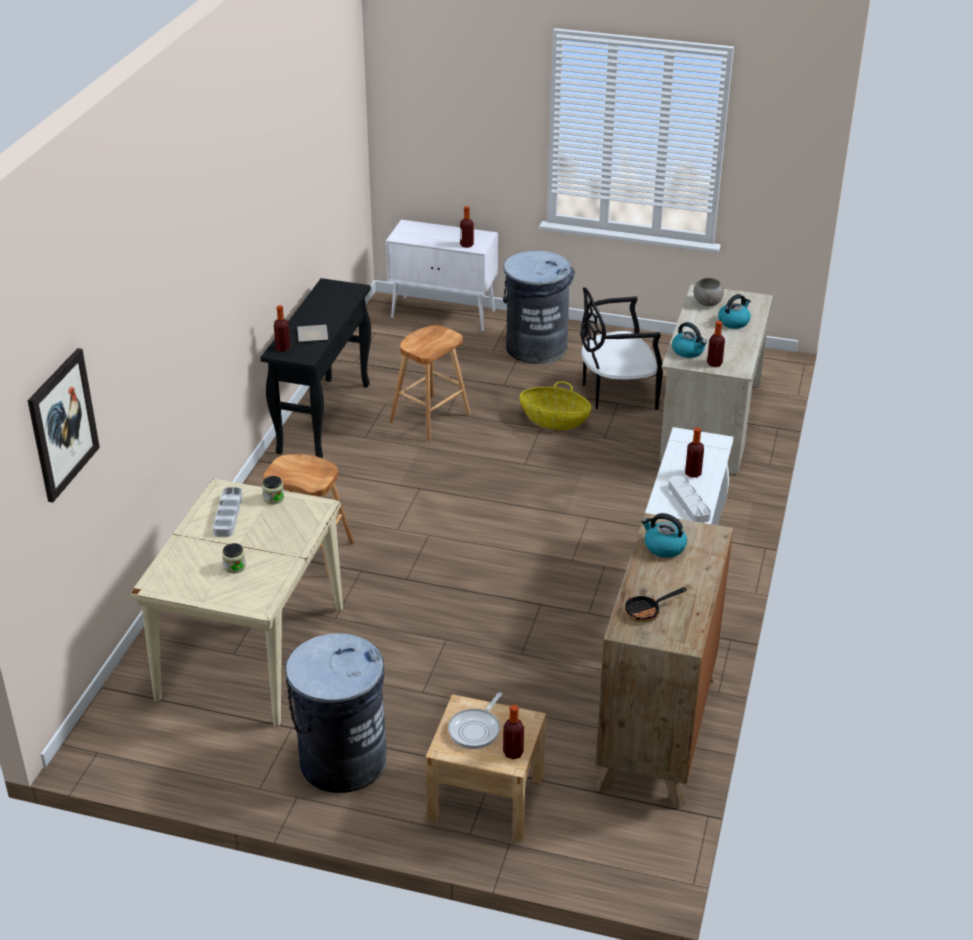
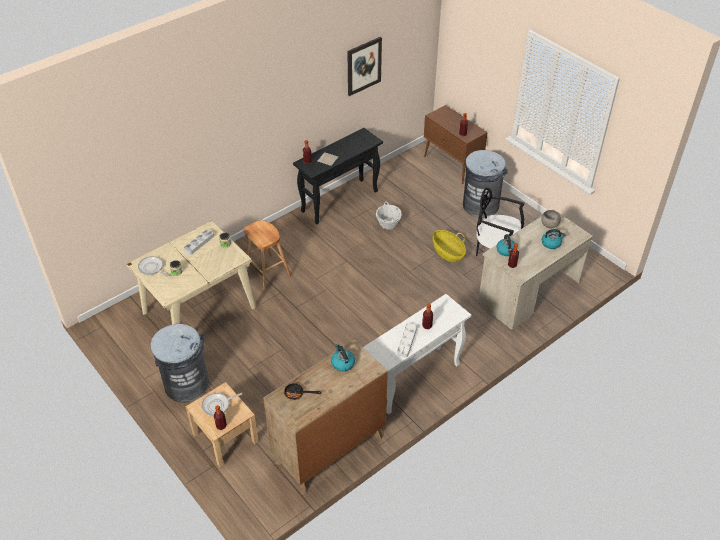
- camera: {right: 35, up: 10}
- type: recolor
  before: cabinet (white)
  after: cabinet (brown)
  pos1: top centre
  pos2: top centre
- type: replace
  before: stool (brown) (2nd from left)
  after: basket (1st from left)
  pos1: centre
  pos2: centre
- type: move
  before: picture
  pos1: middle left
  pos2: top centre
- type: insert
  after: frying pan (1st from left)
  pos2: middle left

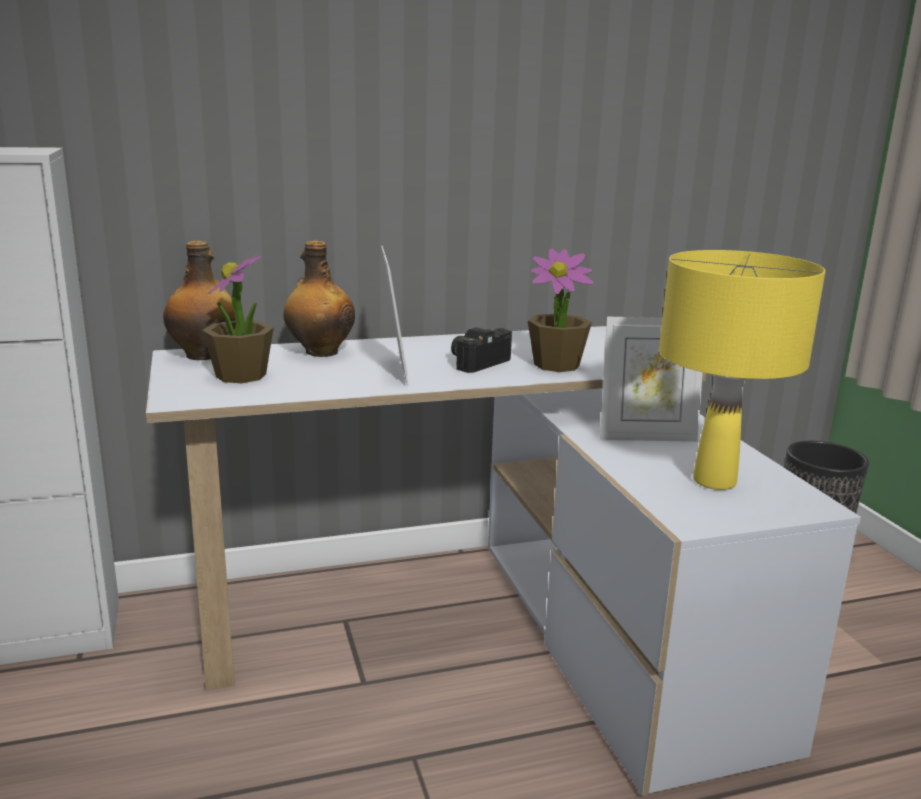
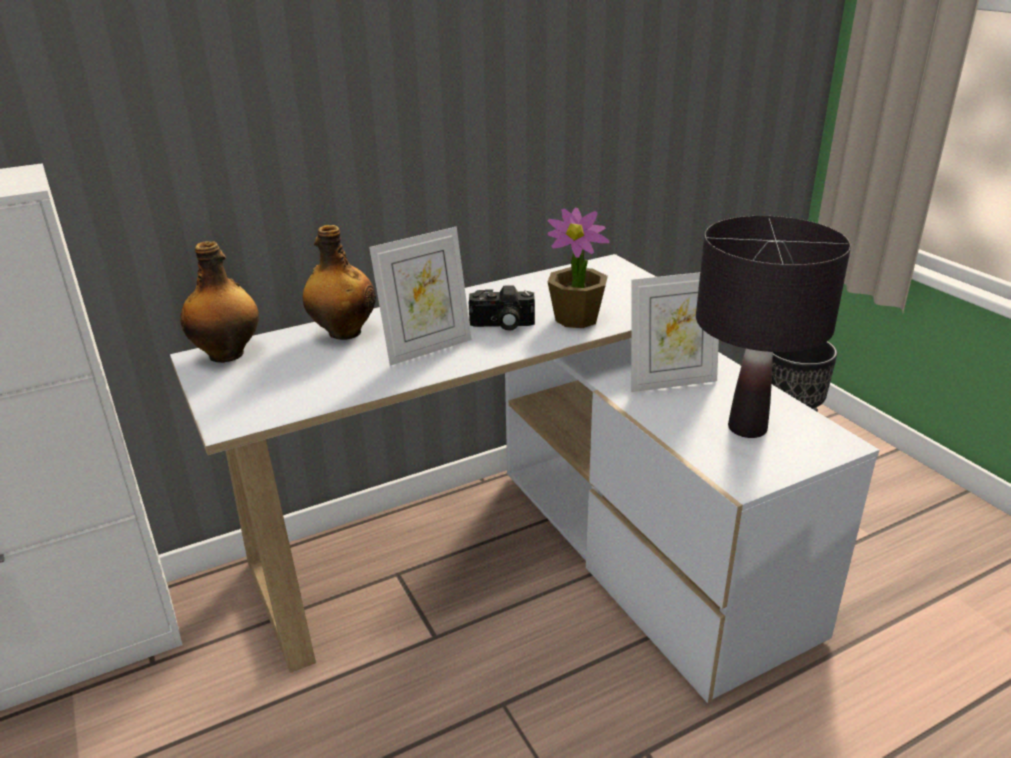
- camera: {right: -10, up: 10}
- type: rotate
  before: picture frame (1st from left)
  pos1: centre
  pos2: centre
  turn: 75
- type: recolor
  before: table lamp (yellow)
  after: table lamp (black)
  pos1: middle right
  pos2: middle right
- type: delete
  before: potted plant (1st from left)
  pos1: middle left
- type: rotate
  before: photo camera
  pos1: centre
  pos2: centre
  turn: -120

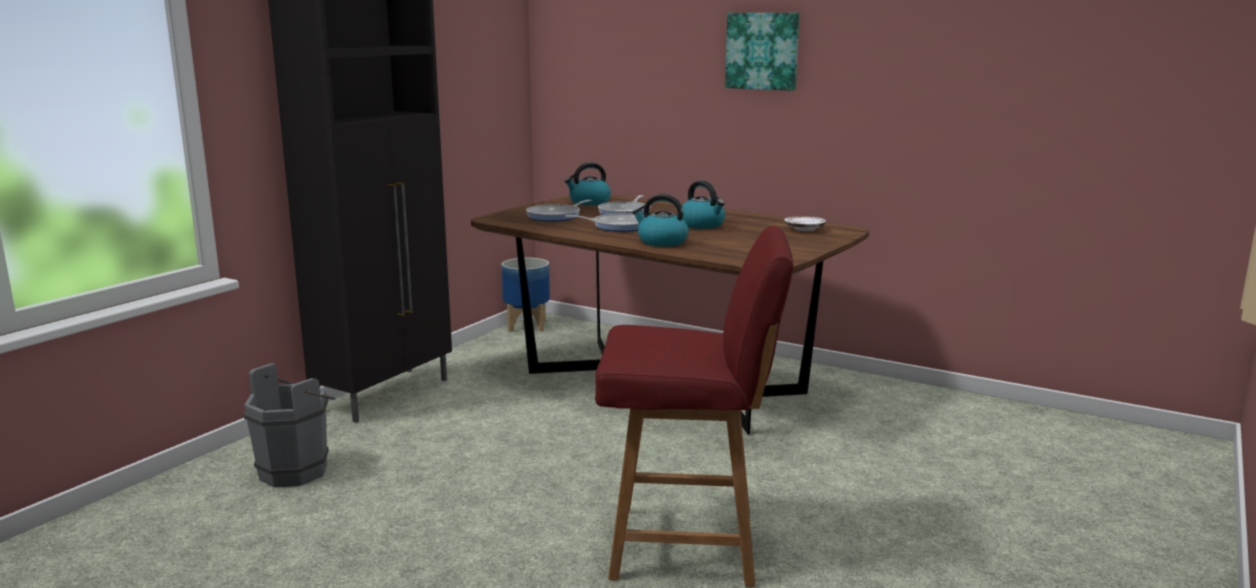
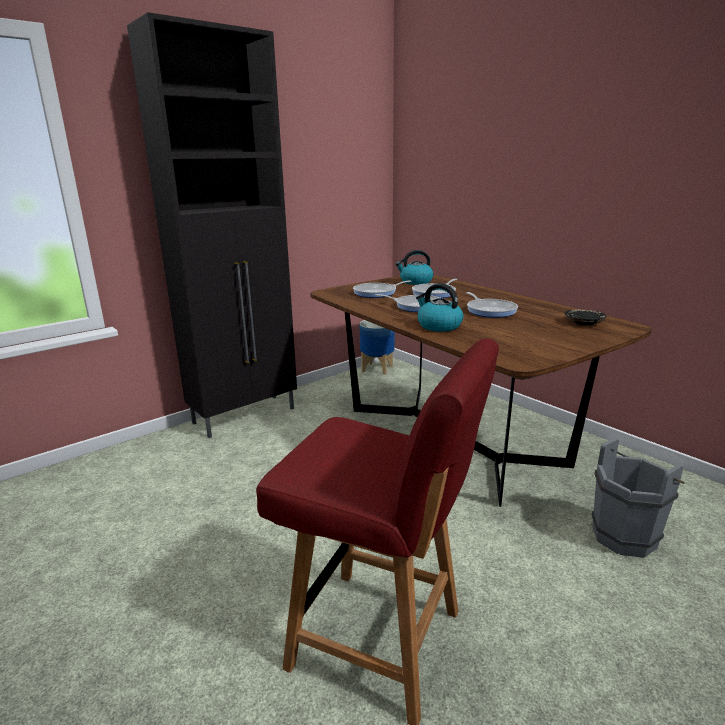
- camera: {right: 20, up: 5}
- type: delete
  before: picture
  pos1: top centre
- type: replace
  before: kettle (3rd from left)
  after: frying pan (4th from left)
  pos1: centre
  pos2: middle right
- type: recolor
  before: plate (white)
  after: plate (black)
  pos1: centre
  pos2: middle right
- type: move
  before: bucket (grey)
  pos1: bottom left
  pos2: bottom right

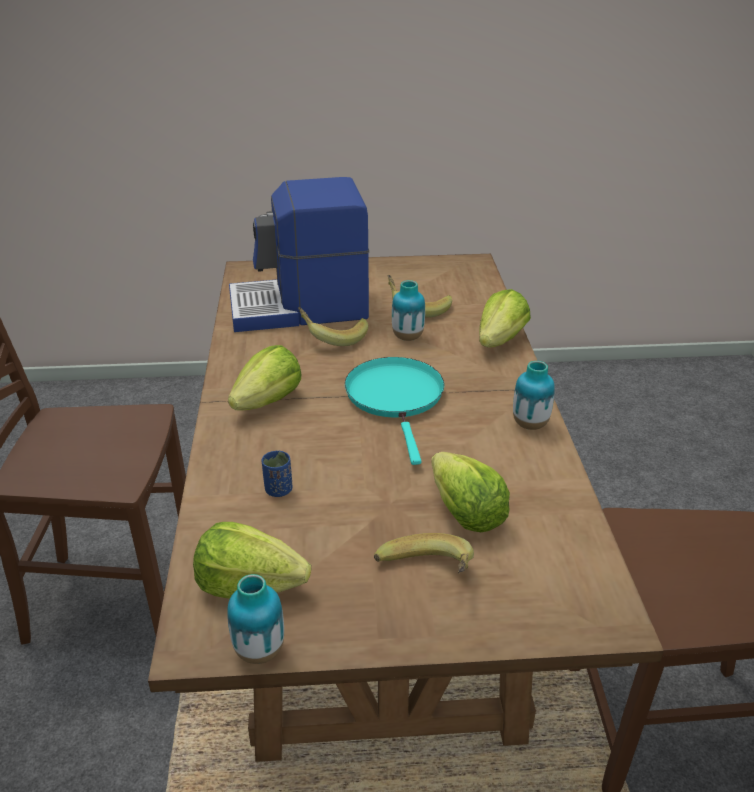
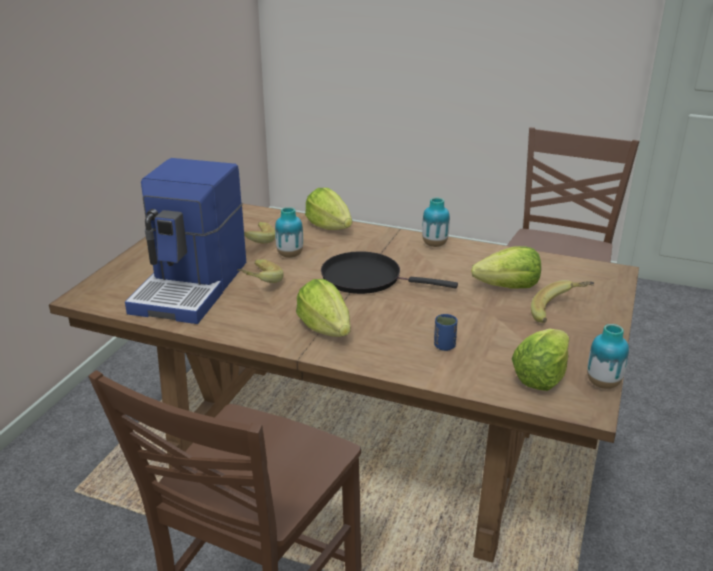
- camera: {right: -65, up: -5}
- type: recolor
  before: frying pan (turquoise)
  after: frying pan (black)
  pos1: centre
  pos2: centre

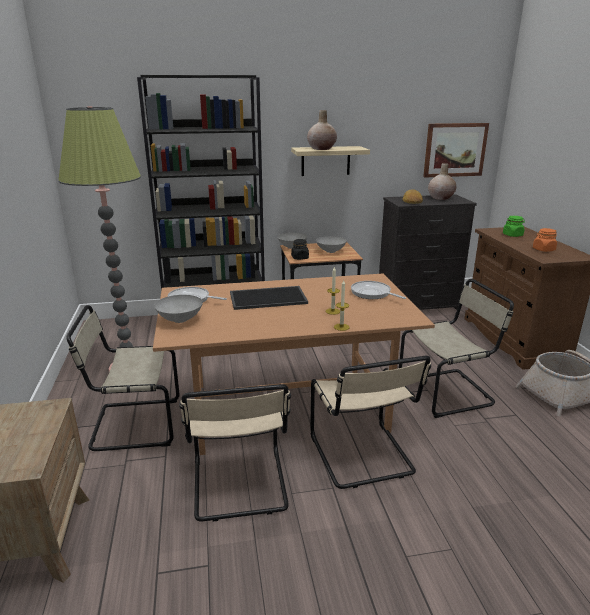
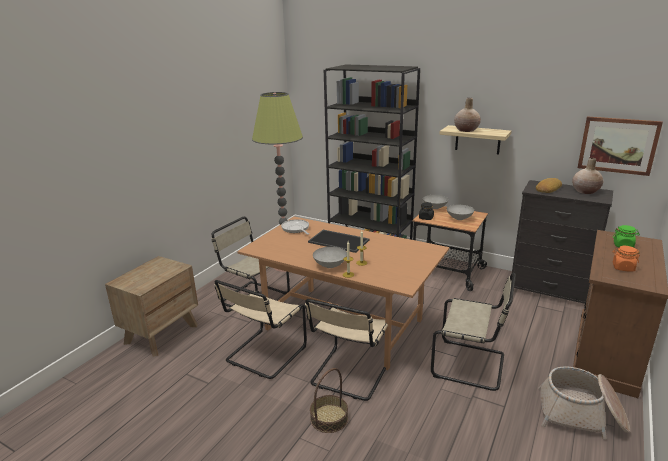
- camera: {right: 40, up: 0}
- type: delete
  before: frying pan (2nd from left)
  pos1: centre
- type: move
  before: bowl (grey) (1st from left)
  pos1: middle left
  pos2: centre
- type: insert
  after: basket (1st from left)
  pos2: bottom centre

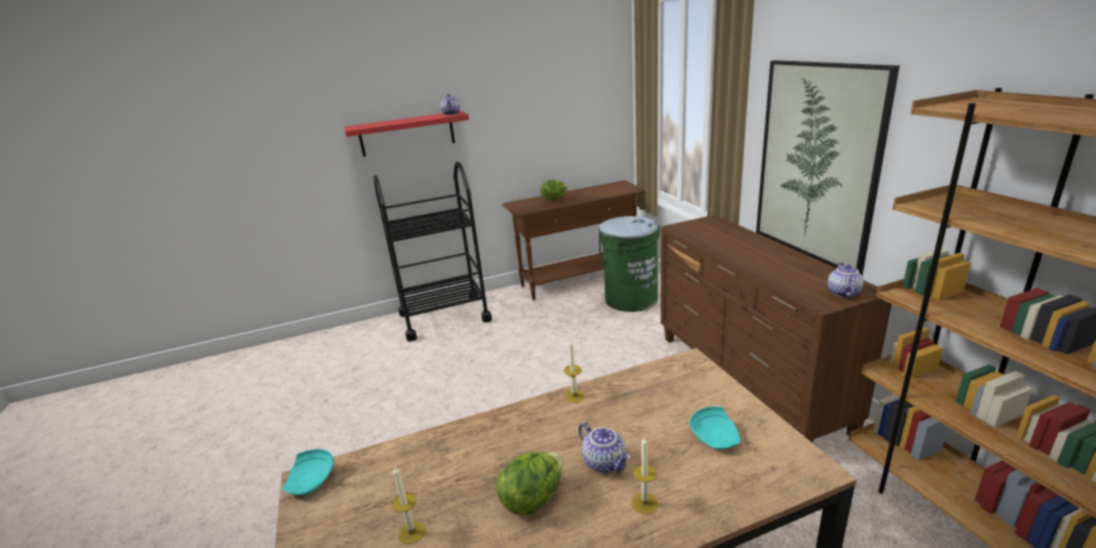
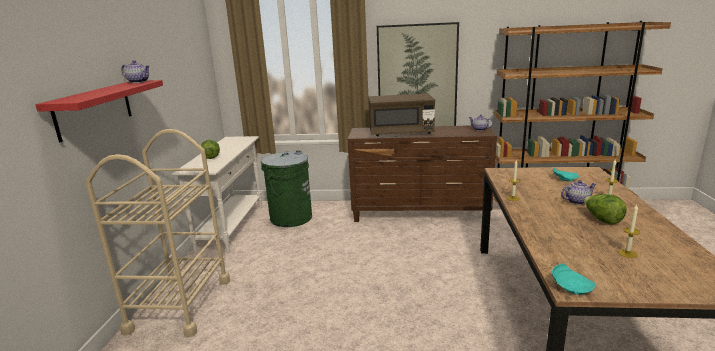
- camera: {right: -65, up: -5}
- type: recolor
  before: cart (black)
  after: cart (beige)
  pos1: centre
  pos2: middle left
- type: recolor
  before: console table (brown)
  after: console table (white)
  pos1: centre
  pos2: middle left
- type: insert
  after: microwave (brown)
  pos2: top centre

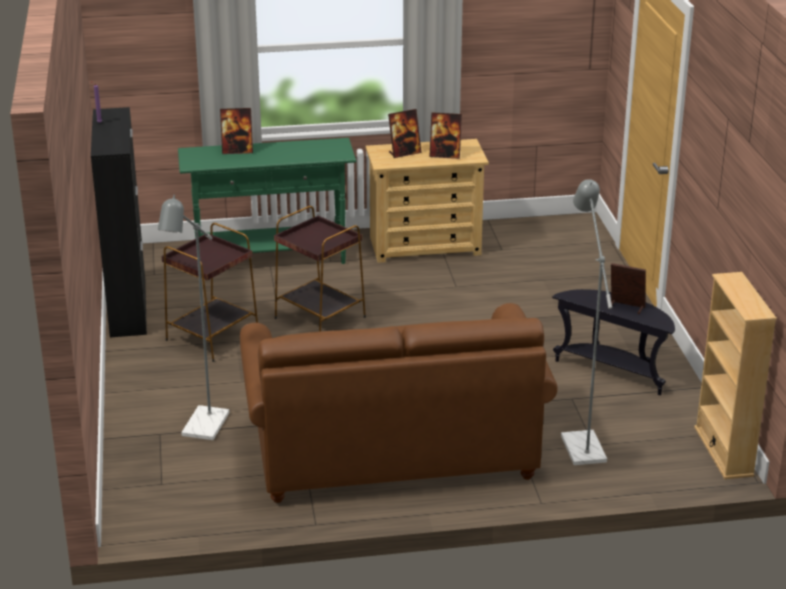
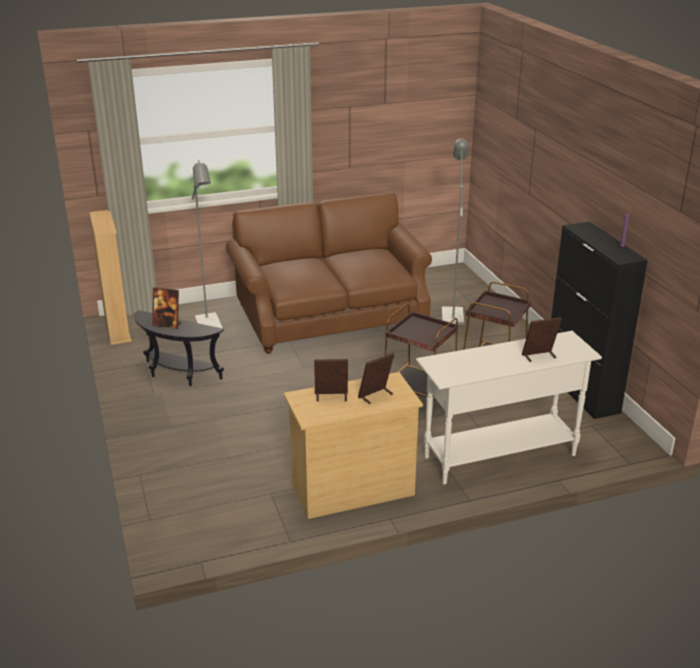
- camera: {right: 170, up: 0}
- type: recolor
  before: console table (green)
  after: console table (white)
  pos1: centre
  pos2: middle right

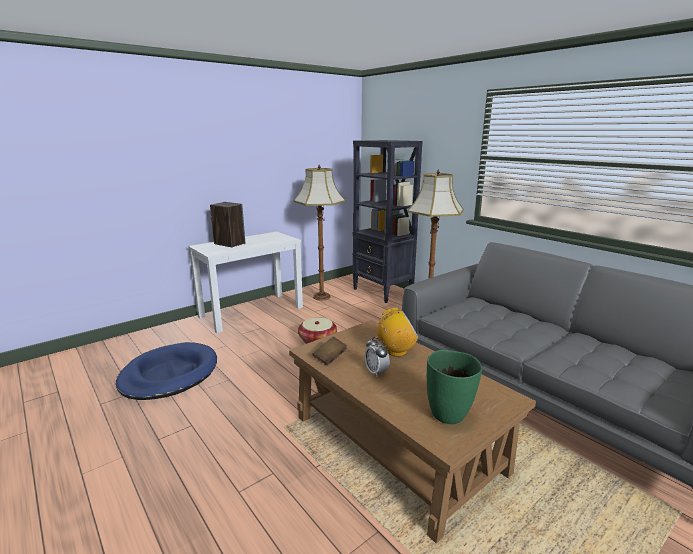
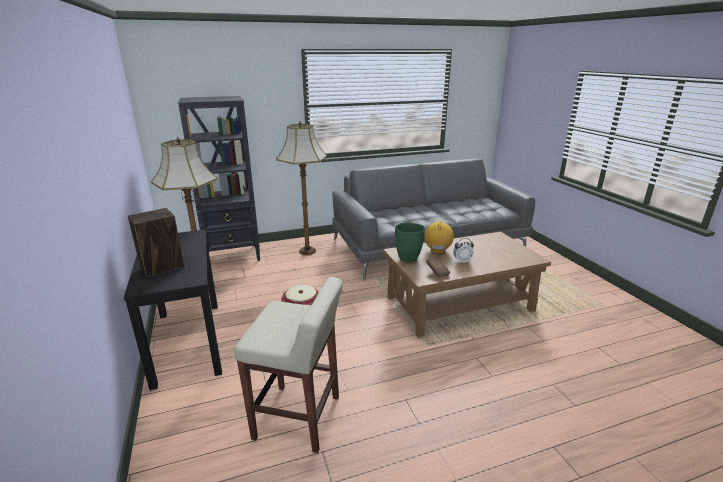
- camera: {right: -70, up: 5}
- type: recolor
  before: console table (white)
  after: console table (black)
  pos1: centre
  pos2: middle left
- type: replace
  before: dog bed (blue)
  after: stool (beige)
  pos1: bottom left
  pos2: bottom centre
- type: move
  before: vase (green)
  pos1: bottom centre
  pos2: centre

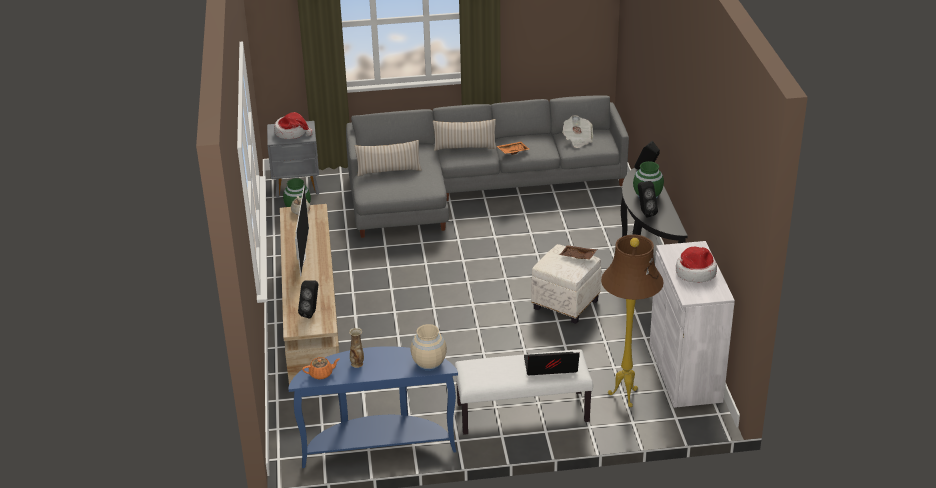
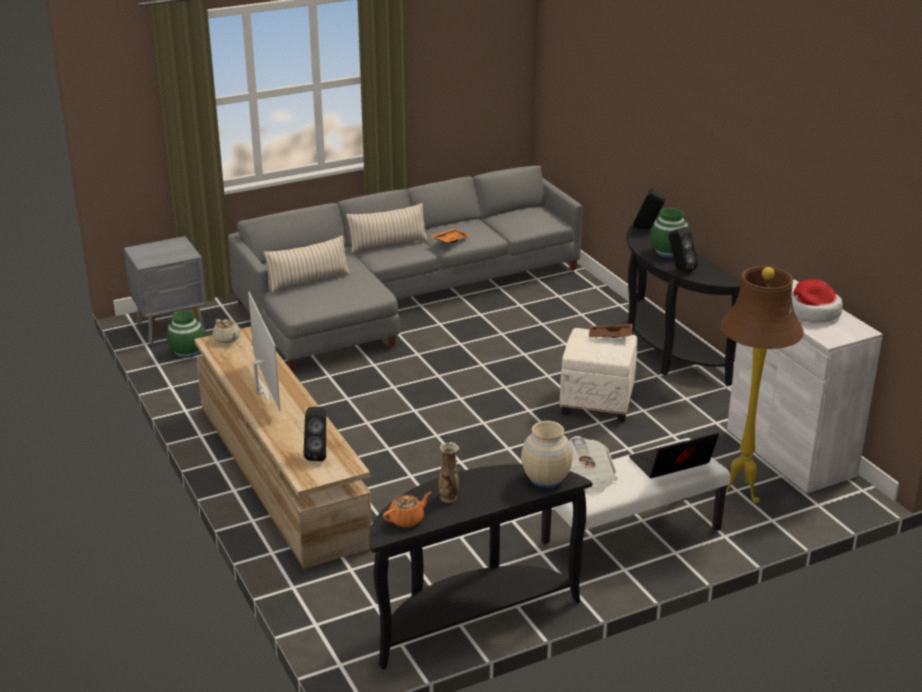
- camera: {right: -20, up: -5}
- type: delete
  before: hat (1st from left)
  pos1: top left
- type: move
  before: newspaper
  pos1: top centre
  pos2: bottom centre
- type: recolor
  before: console table (blue)
  after: console table (black) (1st from left)
  pos1: bottom centre
  pos2: bottom centre

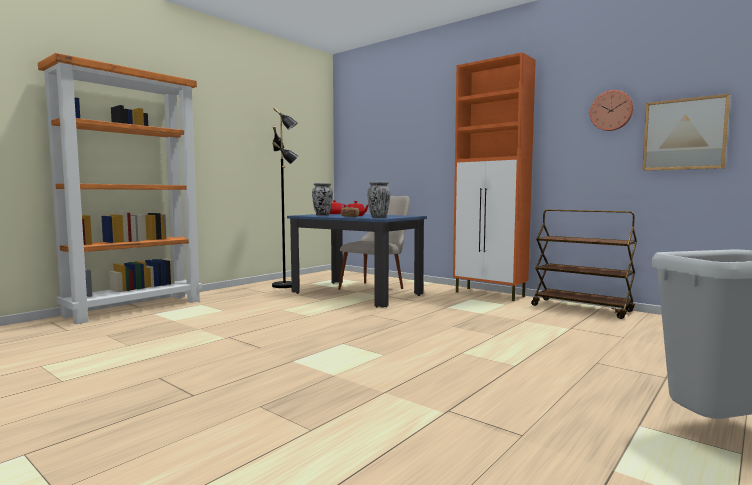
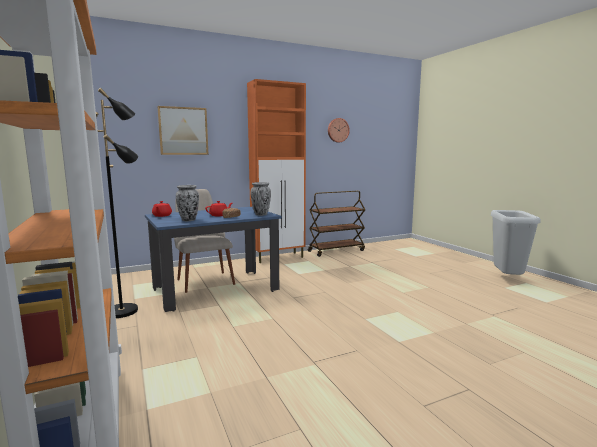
- camera: {right: -65, up: 5}
- type: move
  before: picture
  pos1: top right
  pos2: top left

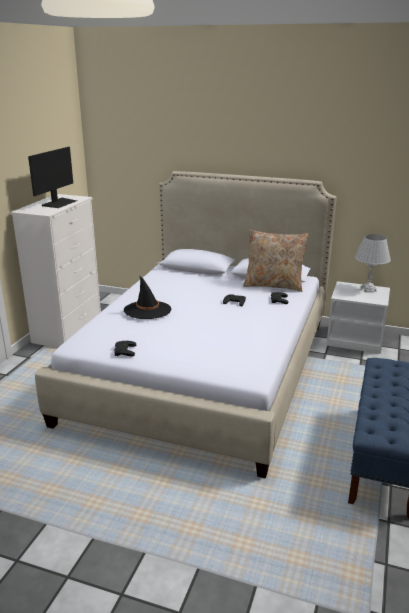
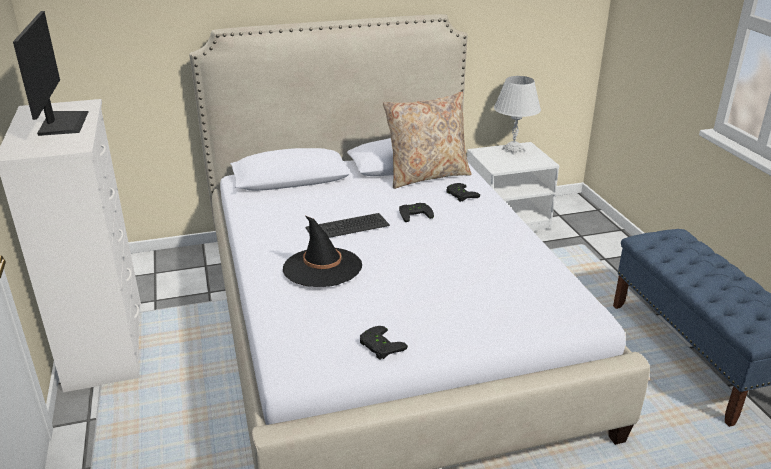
- camera: {right: -35, up: 5}
- type: insert
  after: keyboard
  pos2: centre

